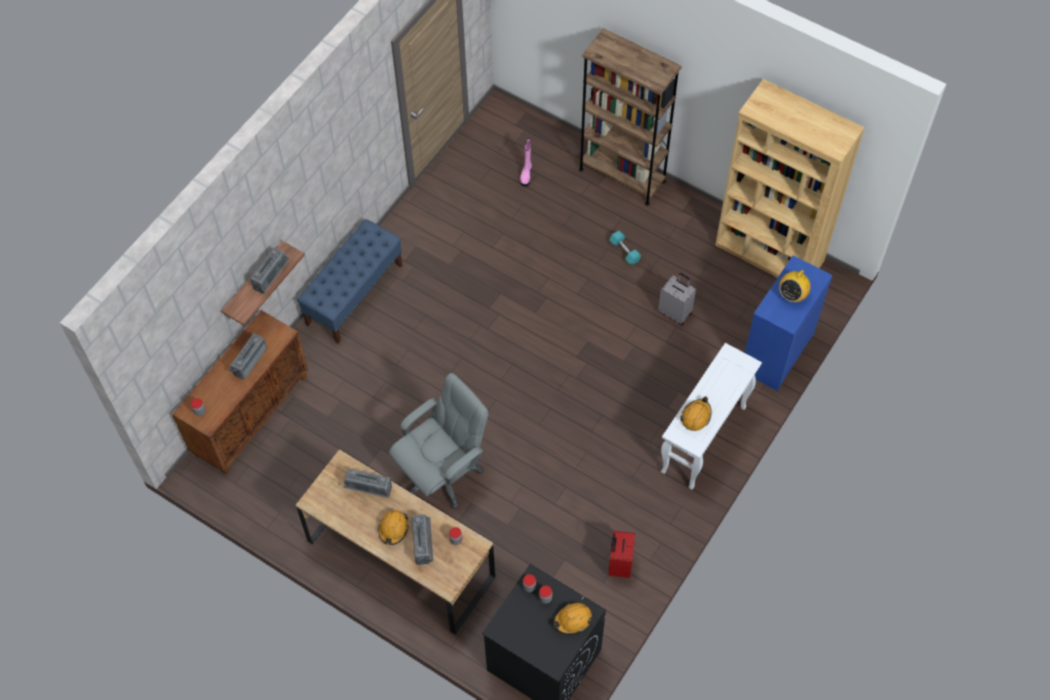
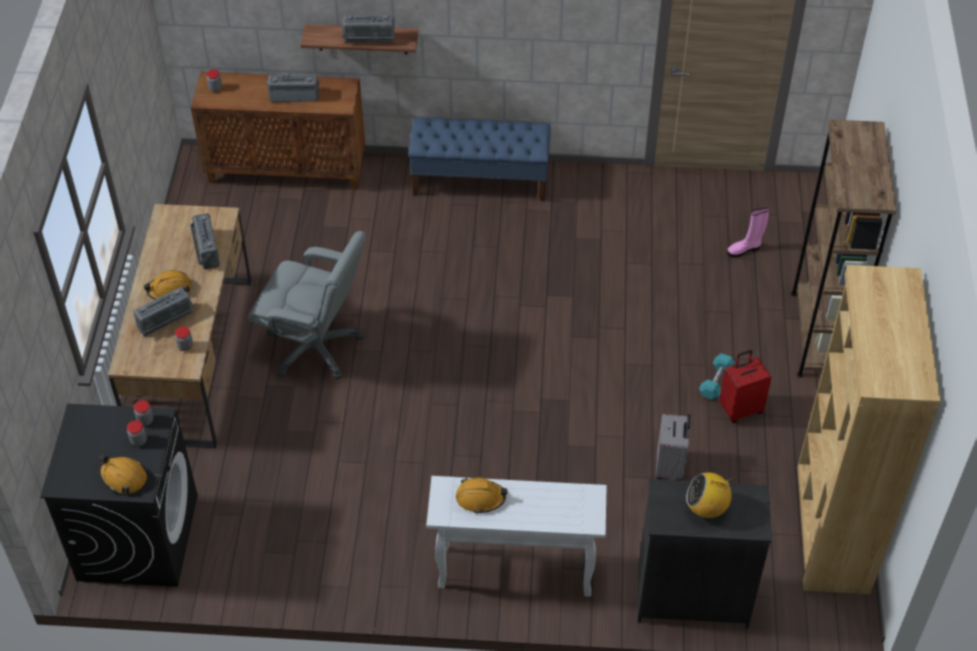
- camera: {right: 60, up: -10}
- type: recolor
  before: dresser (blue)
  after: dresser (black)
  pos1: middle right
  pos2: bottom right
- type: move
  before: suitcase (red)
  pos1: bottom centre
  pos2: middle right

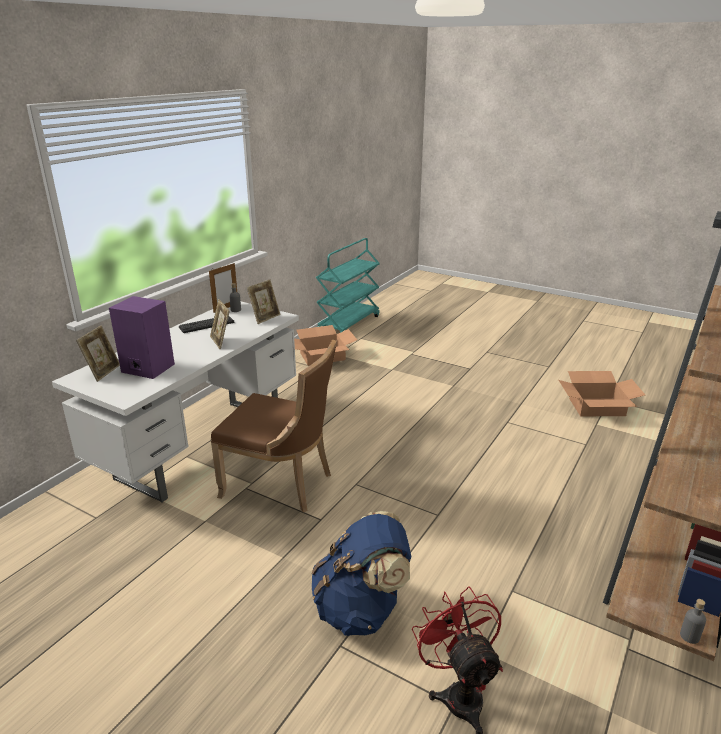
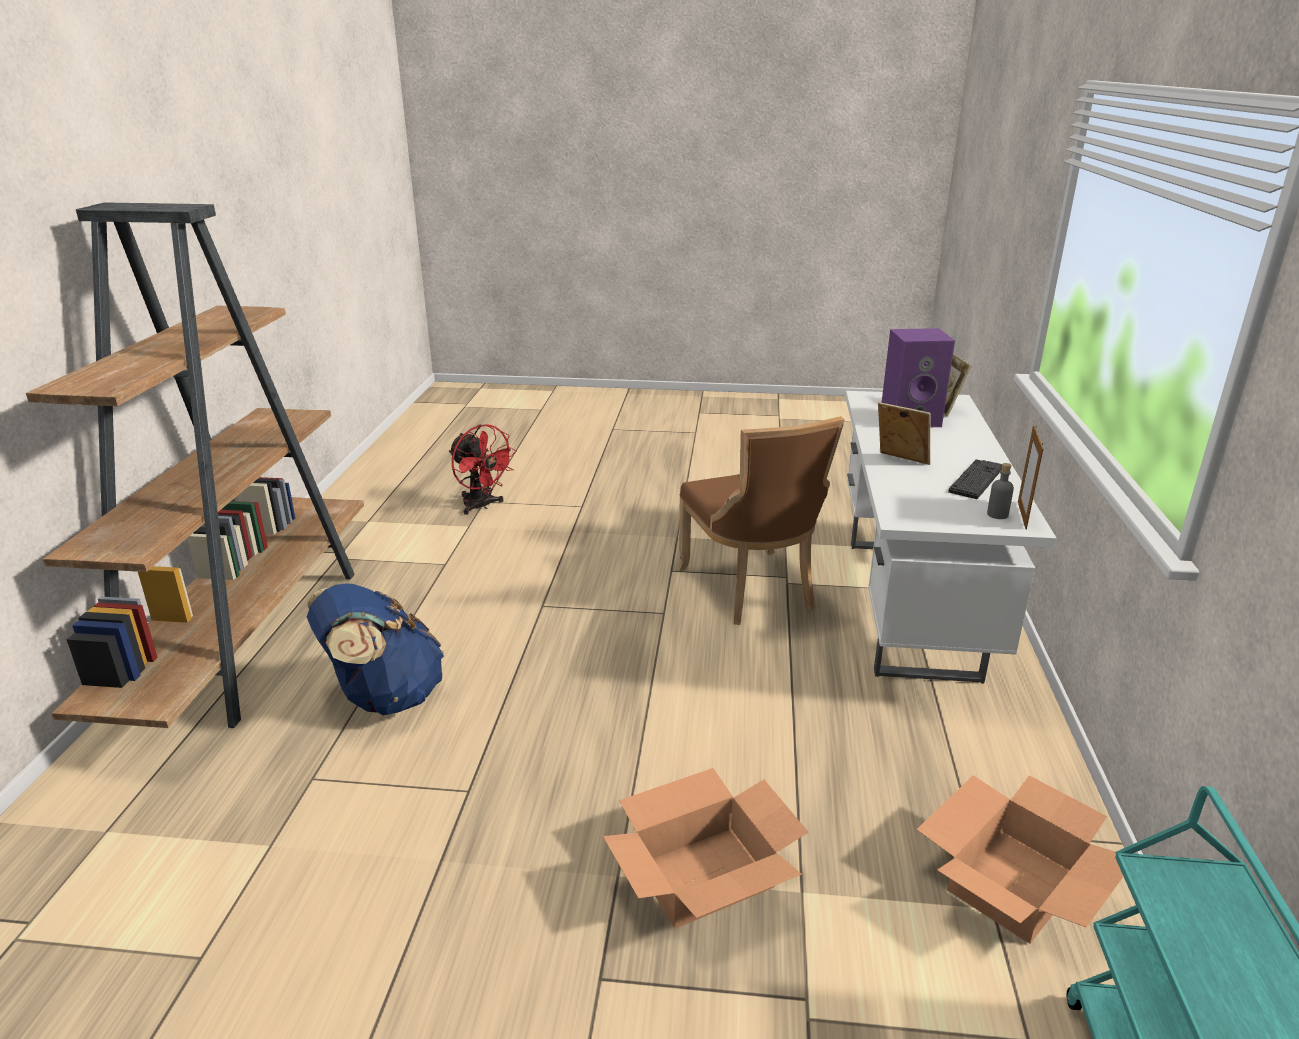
- camera: {right: 155, up: 0}
- type: delete
  before: picture frame (4th from left)
  pos1: centre
- type: rotate
  before: chair (brown)
  pos1: centre
  pos2: centre
  turn: -105
- type: move
  before: cardboard box (2nd from left in the first image)
  after: cardboard box (1st from left)
  pos1: middle right
  pos2: bottom centre
- type: move
  before: backpack (blue)
  pos1: bottom centre
  pos2: middle left
- type: delete
  before: bottle (grey) (2nd from left)
  pos1: bottom right

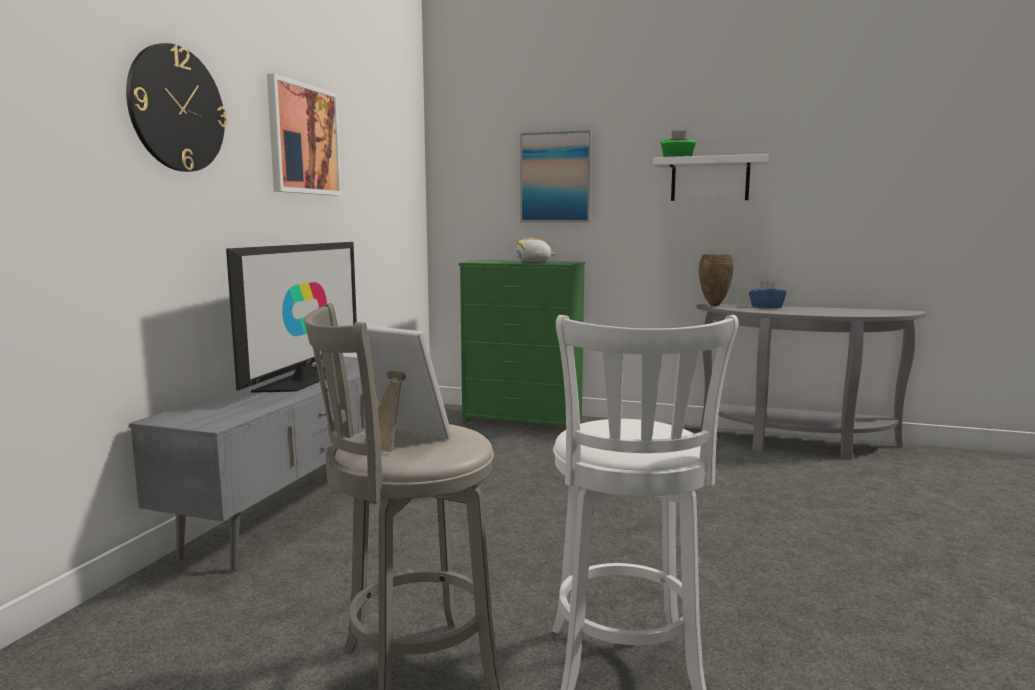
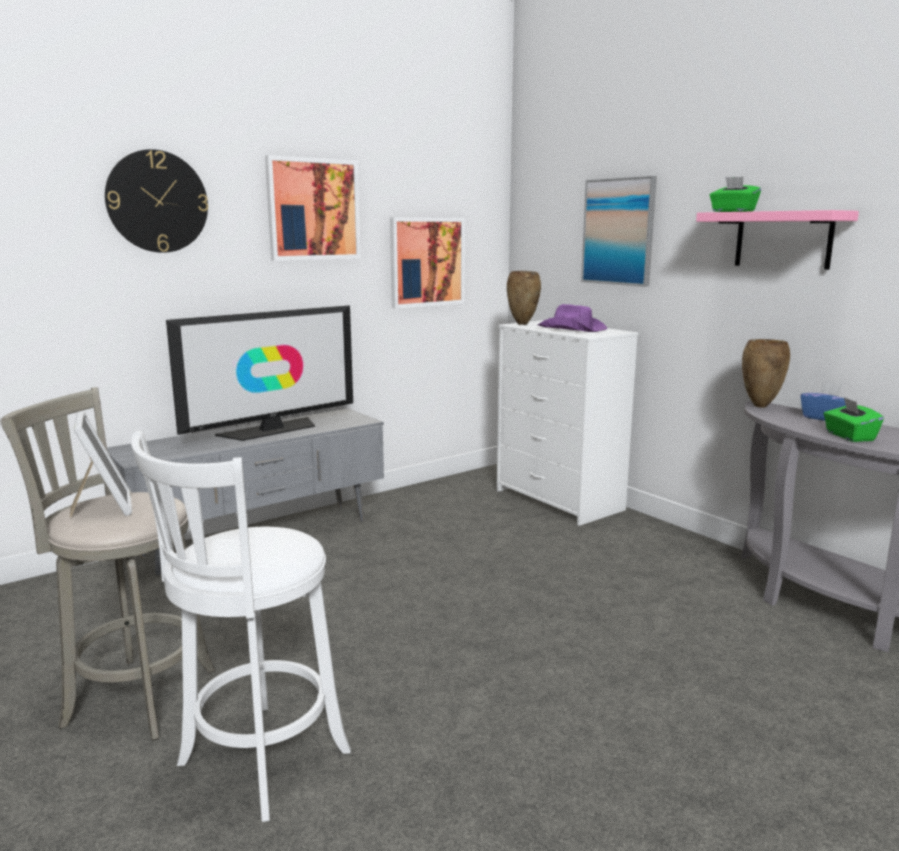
- camera: {right: 35, up: 5}
- type: recolor
  before: shelf (white)
  after: shelf (pink)
  pos1: top right
  pos2: top right
- type: replace
  before: plush toy
  after: hat (purple)
  pos1: centre
  pos2: centre
- type: recolor
  before: dresser (green)
  after: dresser (white)
  pos1: centre
  pos2: centre
- type: insert
  after: picture (2nd from left)
  pos2: top centre
- type: insert
  after: vase (brown) (1st from left)
  pos2: centre
- type: insert
  after: tissue box (green) (2nd from left)
  pos2: middle right

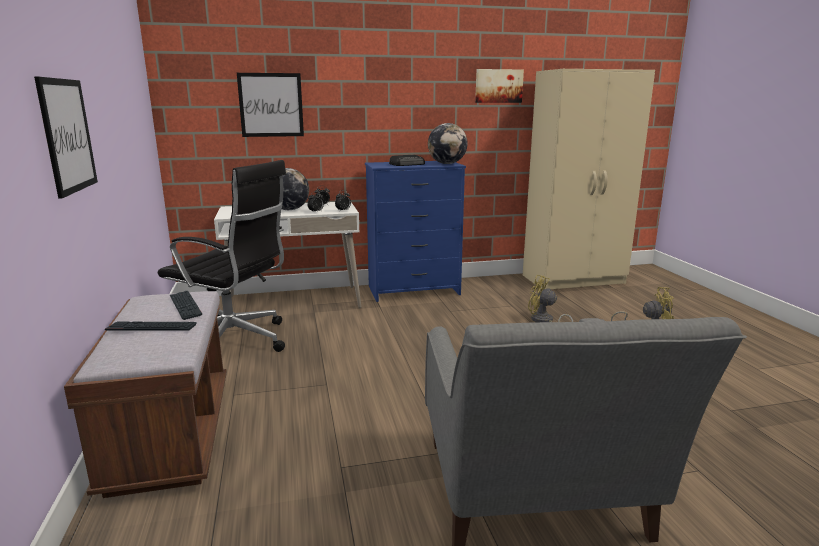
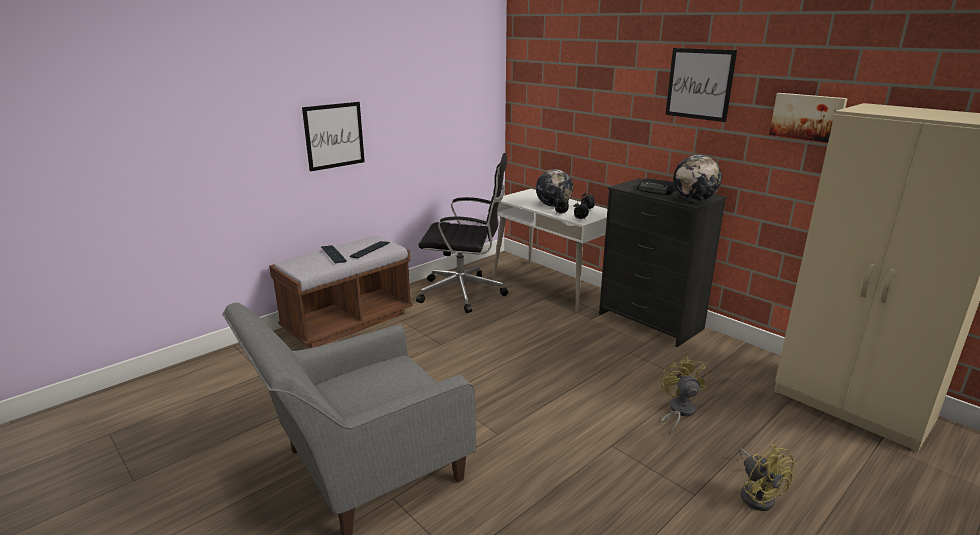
- camera: {right: 60, up: 5}
- type: move
  before: picture (2nd from left)
  pos1: top left
  pos2: top right
- type: rotate
  before: office chair (black)
  pos1: middle left
  pos2: centre
  turn: -75
- type: recolor
  before: dresser (blue)
  after: dresser (black)
  pos1: centre
  pos2: middle right

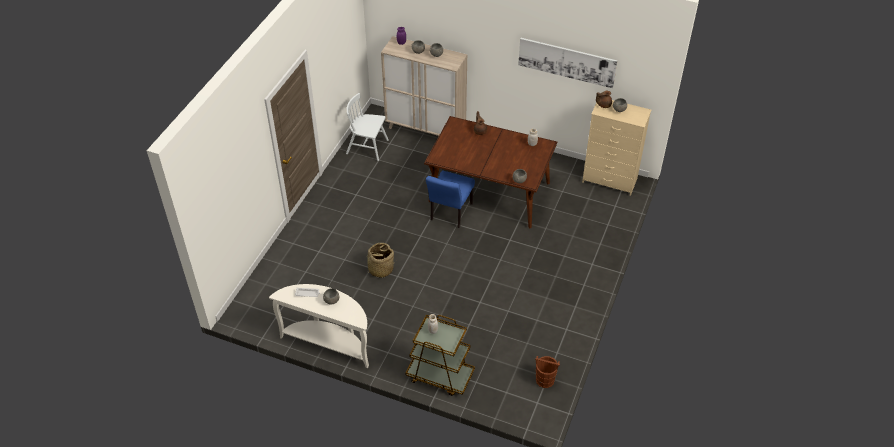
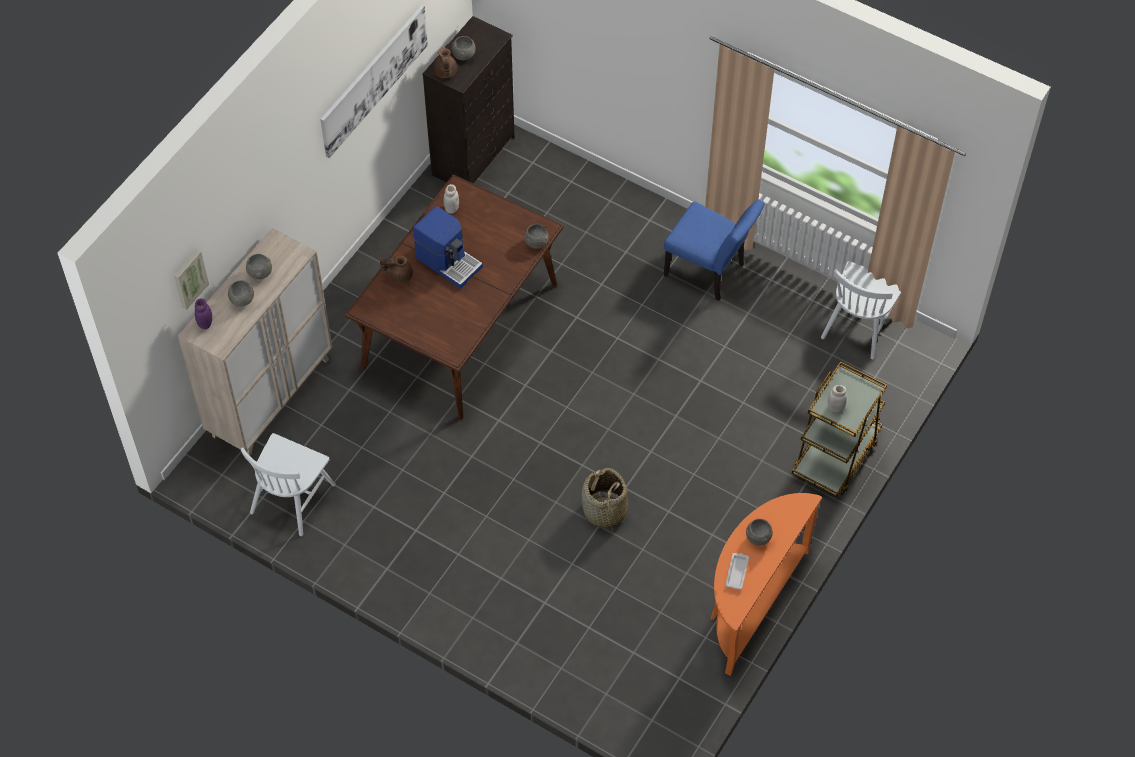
- camera: {right: -80, up: 10}
- type: recolor
  before: dresser (beige)
  after: dresser (black)
  pos1: top right
  pos2: top centre
- type: move
  before: chair (blue)
  pos1: centre
  pos2: top centre
- type: recolor
  before: console table (white)
  after: console table (orange)
  pos1: bottom centre
  pos2: bottom right
- type: replace
  before: bucket (brown)
  after: chair (white) (2nd from left)
  pos1: bottom centre
  pos2: middle right
- type: insert
  after: coffee machine
  pos2: top centre
- type: insert
  after: picture (1st from left)
  pos2: middle left

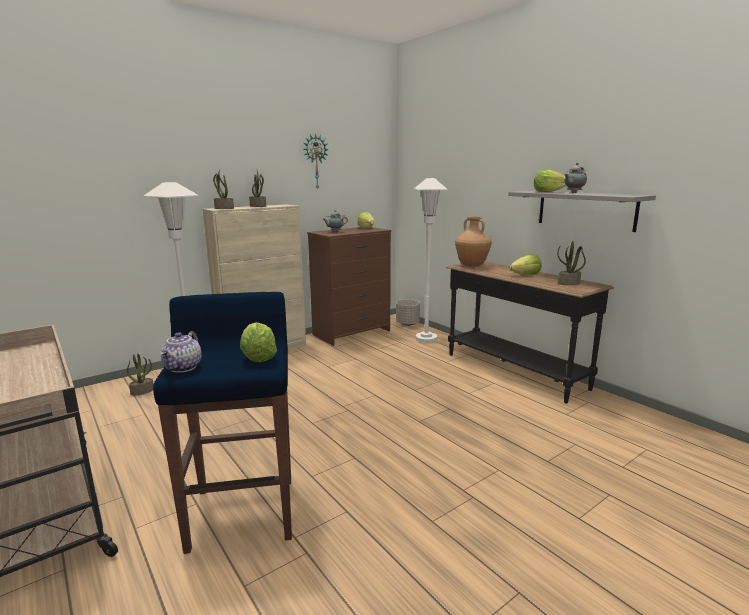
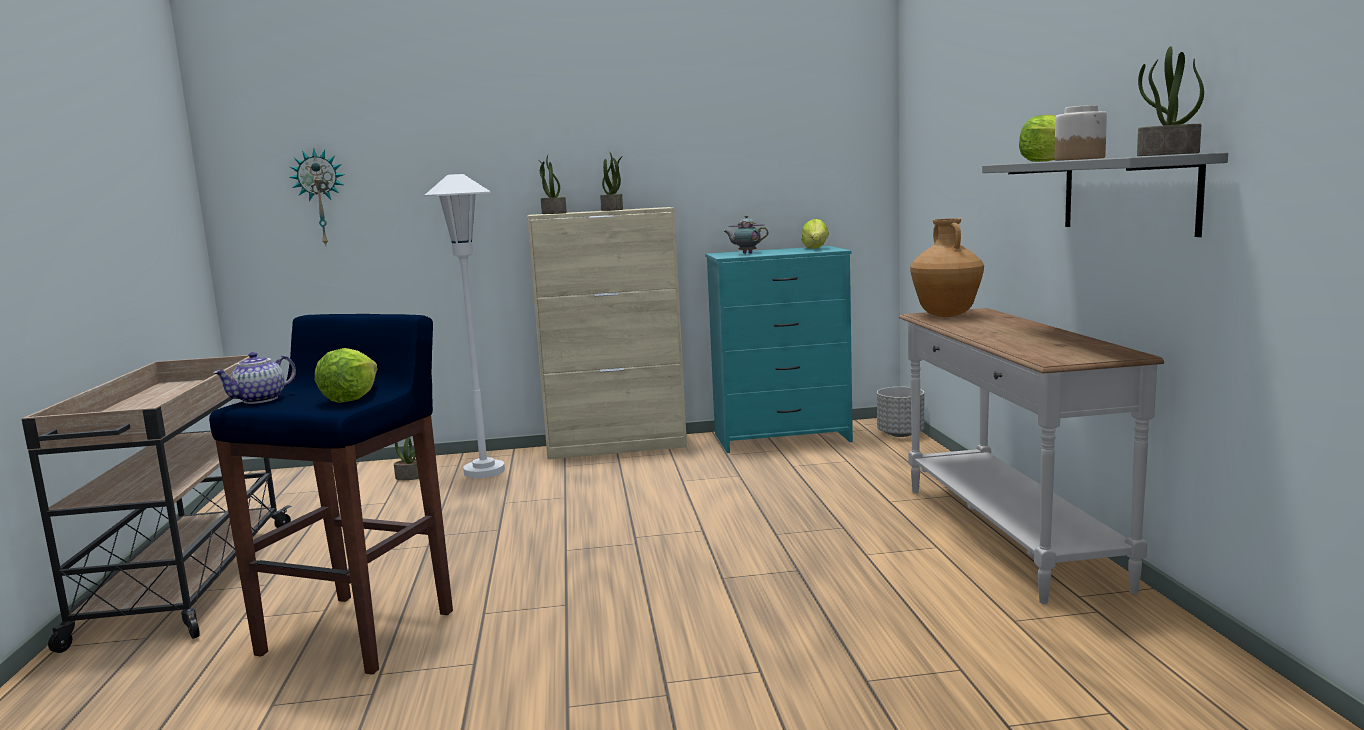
- camera: {right: 30, up: -5}
- type: move
  before: wall clock
  pos1: top centre
  pos2: top left
- type: replace
  before: teapot (3rd from left)
  after: jar
  pos1: top right
  pos2: top right
- type: delete
  before: floor lamp (white) (2nd from left)
  pos1: centre
- type: recolor
  before: dresser (brown)
  after: dresser (turquoise)
  pos1: centre
  pos2: centre
- type: move
  before: potted plant (4th from left)
  pos1: middle right
  pos2: top right
- type: delete
  before: lettuce (3rd from left)
  pos1: middle right
- type: recolor
  before: console table (black)
  after: console table (white)
  pos1: middle right
  pos2: middle right

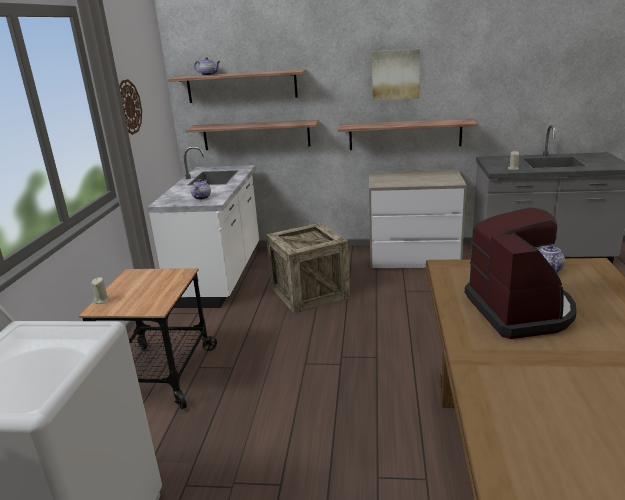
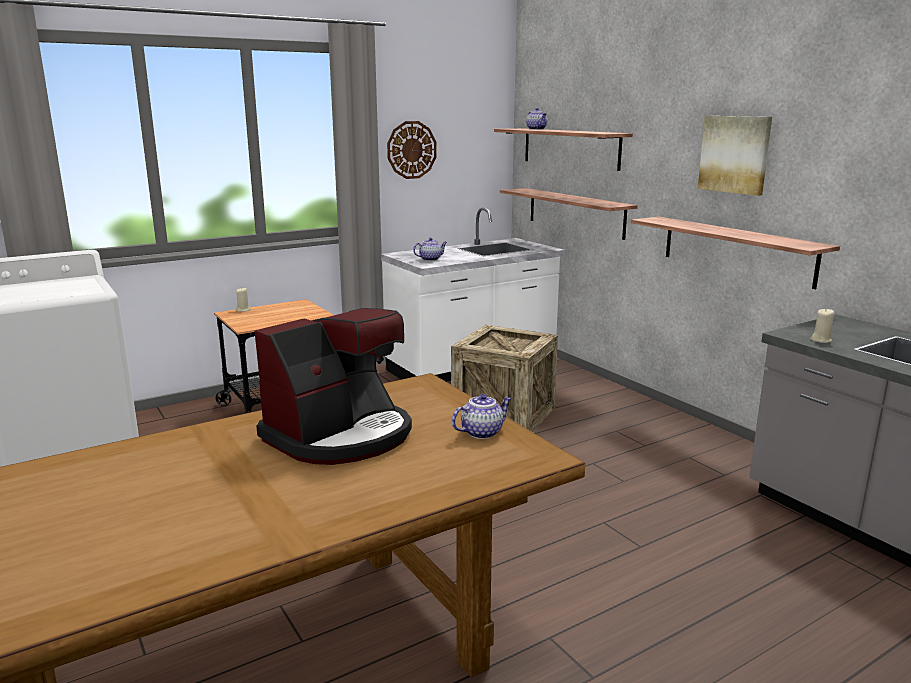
- camera: {right: 50, up: -5}
- type: delete
  before: dresser
  pos1: middle right

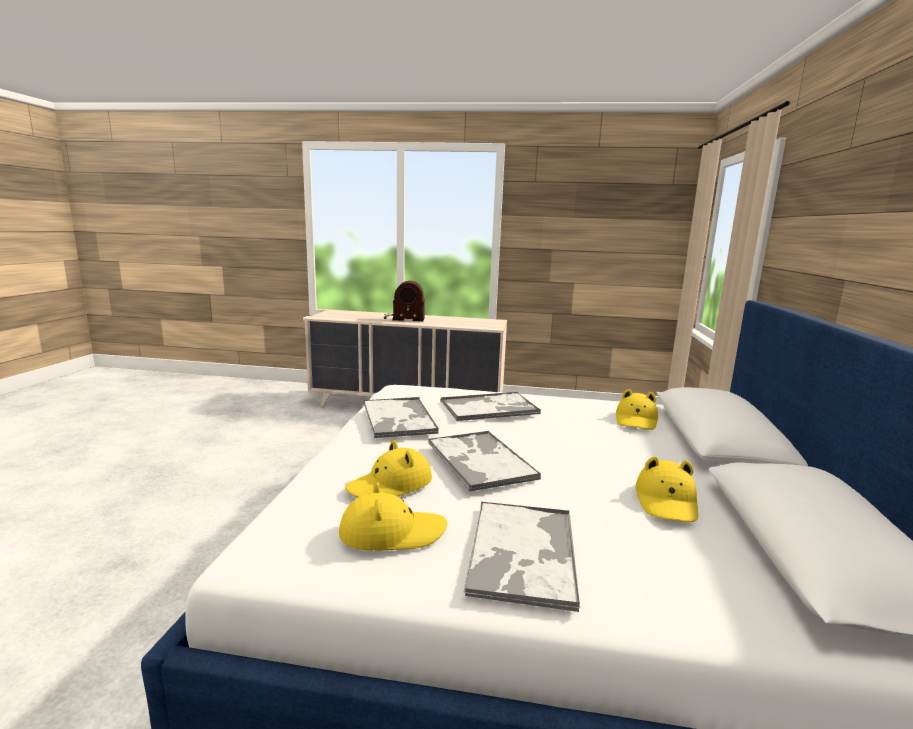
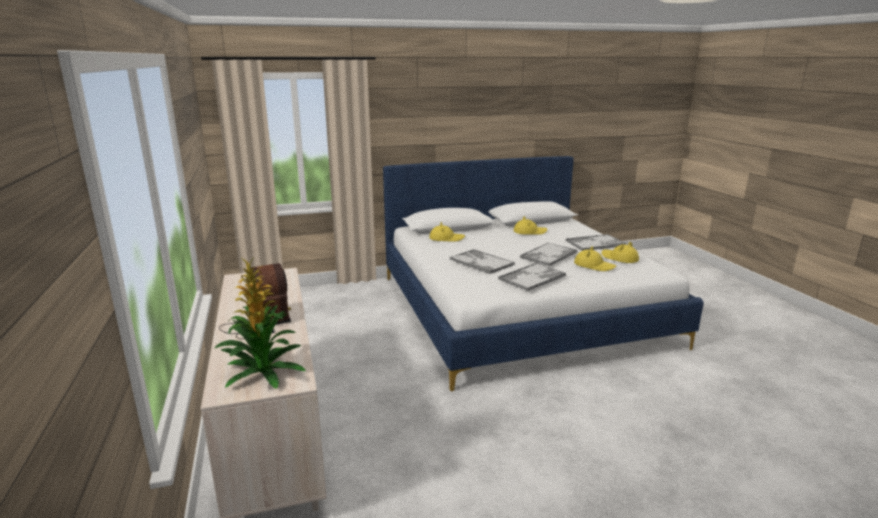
- camera: {right: -115, up: 5}
- type: insert
  after: potted plant
  pos2: middle left

